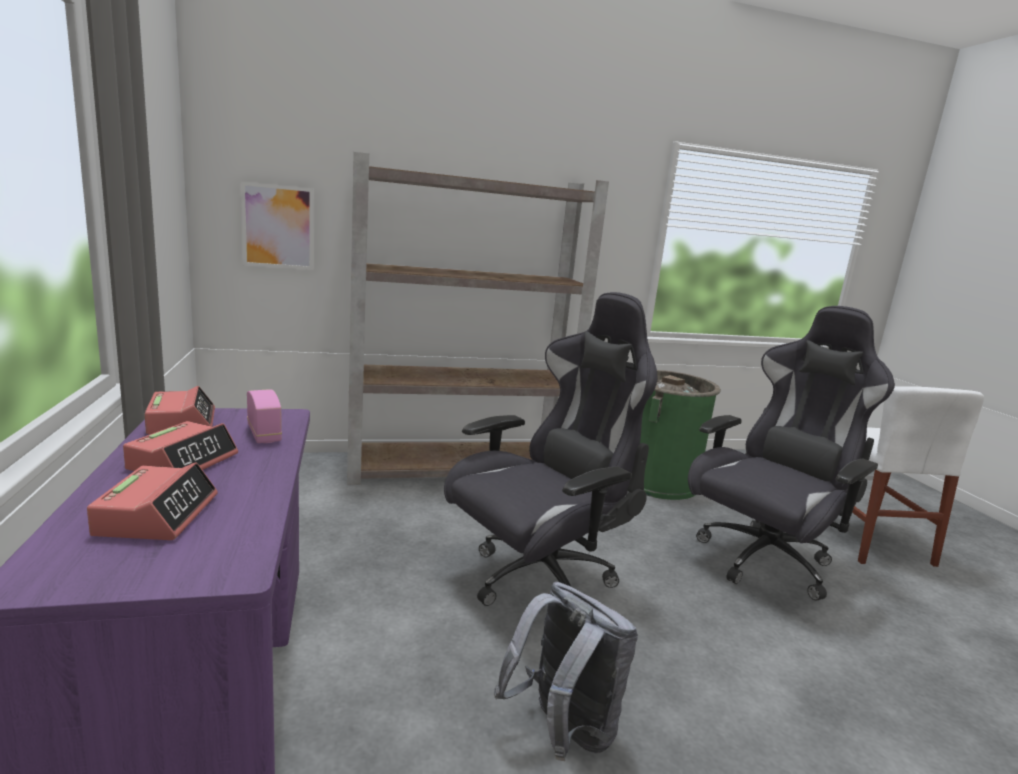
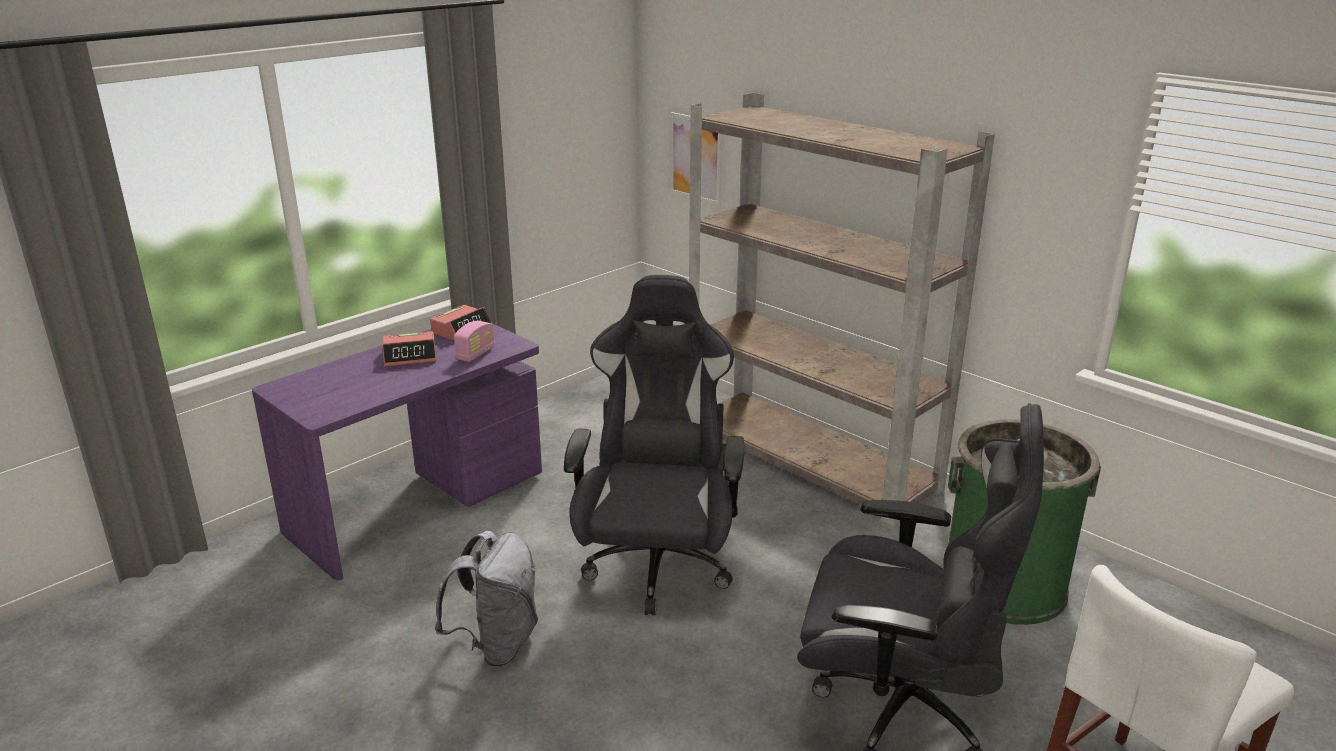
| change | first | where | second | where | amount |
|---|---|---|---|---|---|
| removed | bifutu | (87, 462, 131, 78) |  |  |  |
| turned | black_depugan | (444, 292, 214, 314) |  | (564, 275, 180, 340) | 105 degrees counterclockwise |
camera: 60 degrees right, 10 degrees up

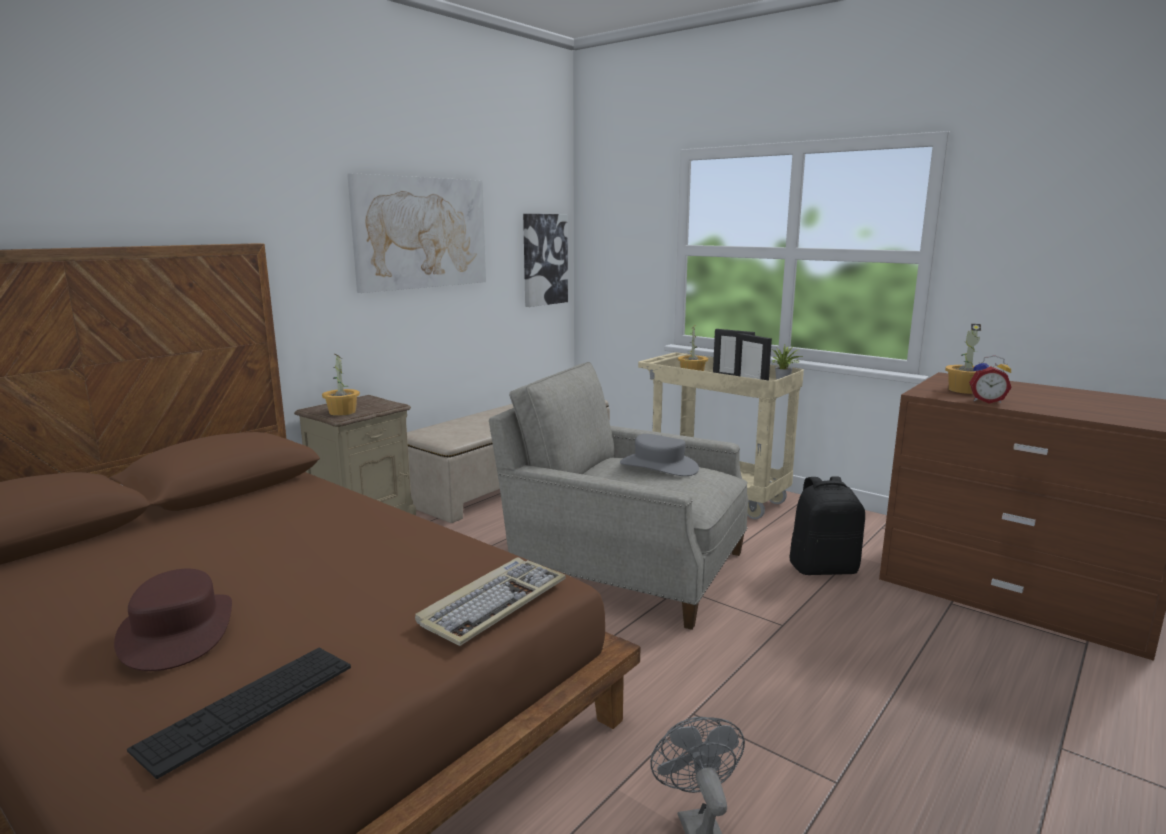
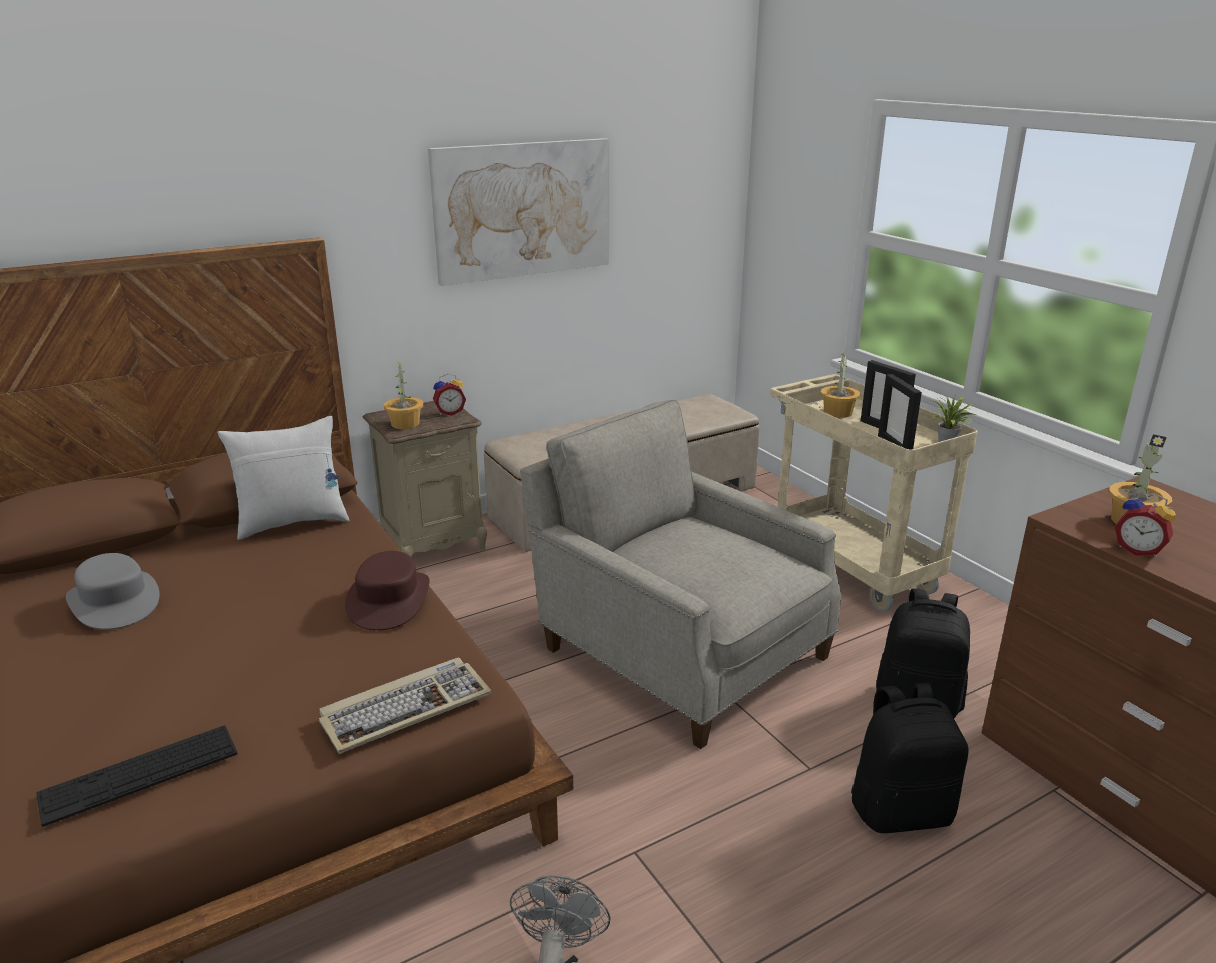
| change | first | where | second | where | amount |
|---|---|---|---|---|---|
| moved | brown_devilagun | (114, 569, 118, 102) |  | (345, 551, 85, 79) |  |
| removed | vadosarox | (523, 214, 45, 93) |  |  |  |
| moved | grey_devilagun | (620, 434, 79, 42) |  | (66, 553, 93, 77) |  |
| added |  |  | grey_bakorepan | (217, 416, 132, 124) |  |
| added |  |  | bifutu | (433, 374, 33, 42) |  |
| added |  |  | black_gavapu | (851, 683, 118, 150) |  |
camera: 20 degrees right, 10 degrees up

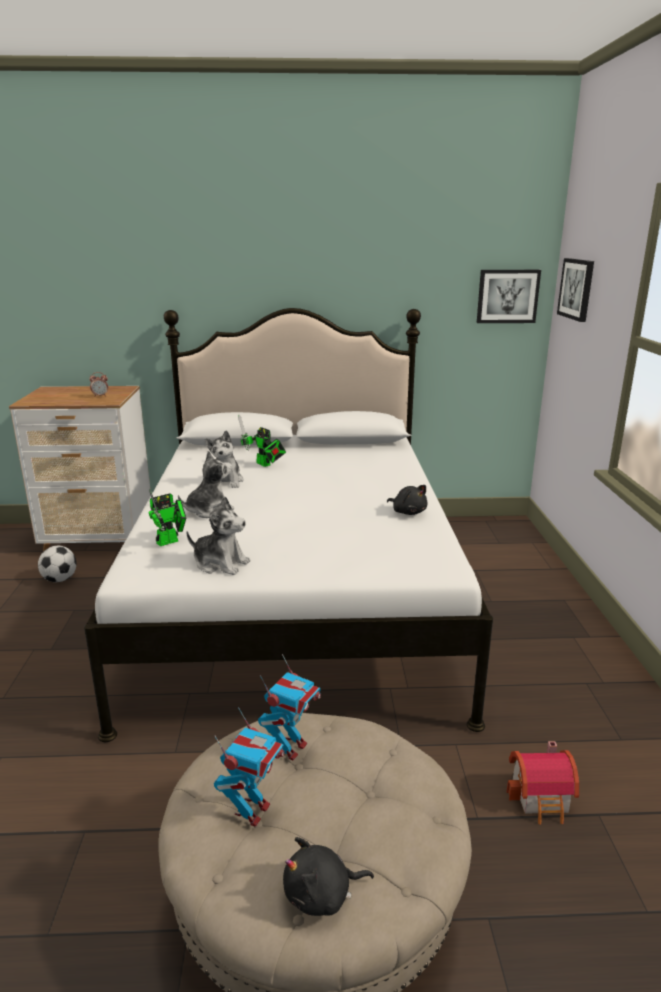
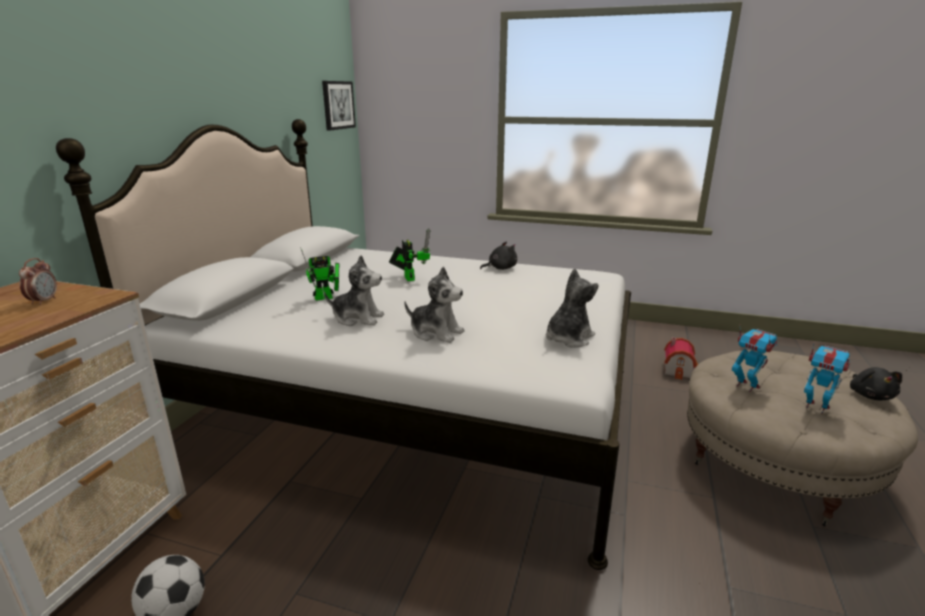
| change | first | where | second | where | amount |
|---|---|---|---|---|---|
| moved | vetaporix | (149, 489, 37, 57) |  | (389, 228, 42, 53) |  |
| turned | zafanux | (178, 450, 56, 68) |  | (404, 267, 60, 76) | 135 degrees clockwise |
| removed | vadosarox | (557, 258, 37, 64) |  |  |  |
camera: 70 degrees left, 0 degrees up

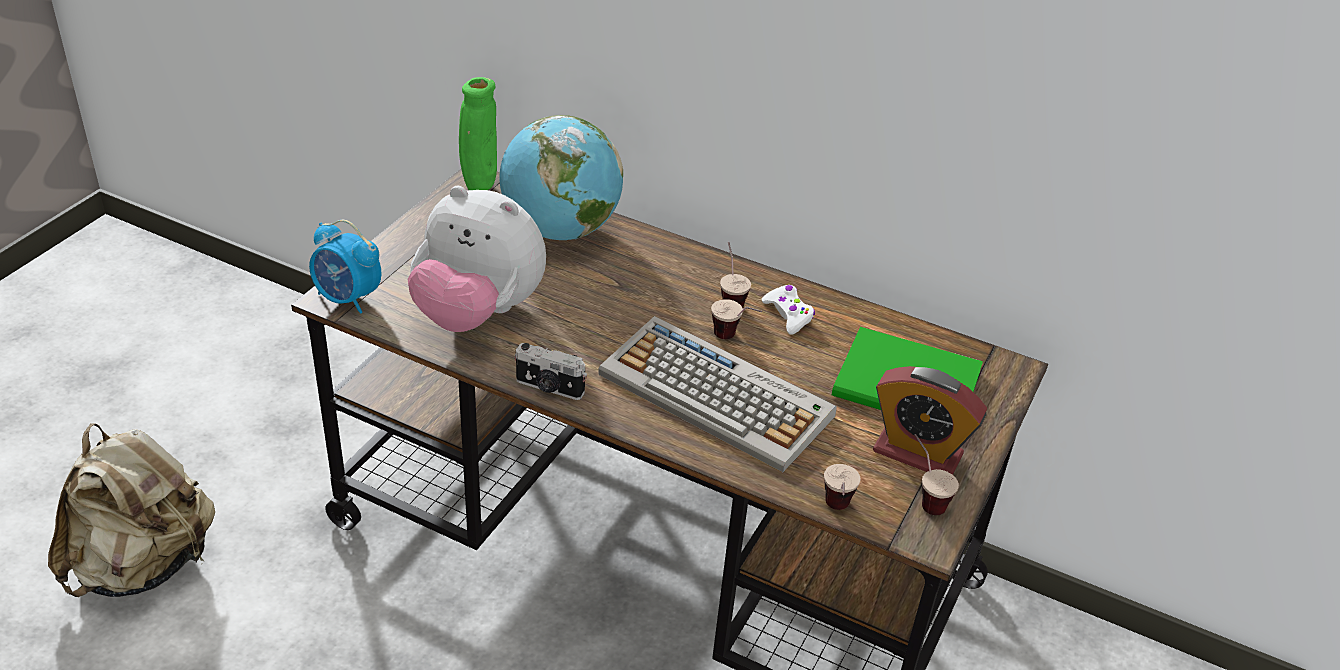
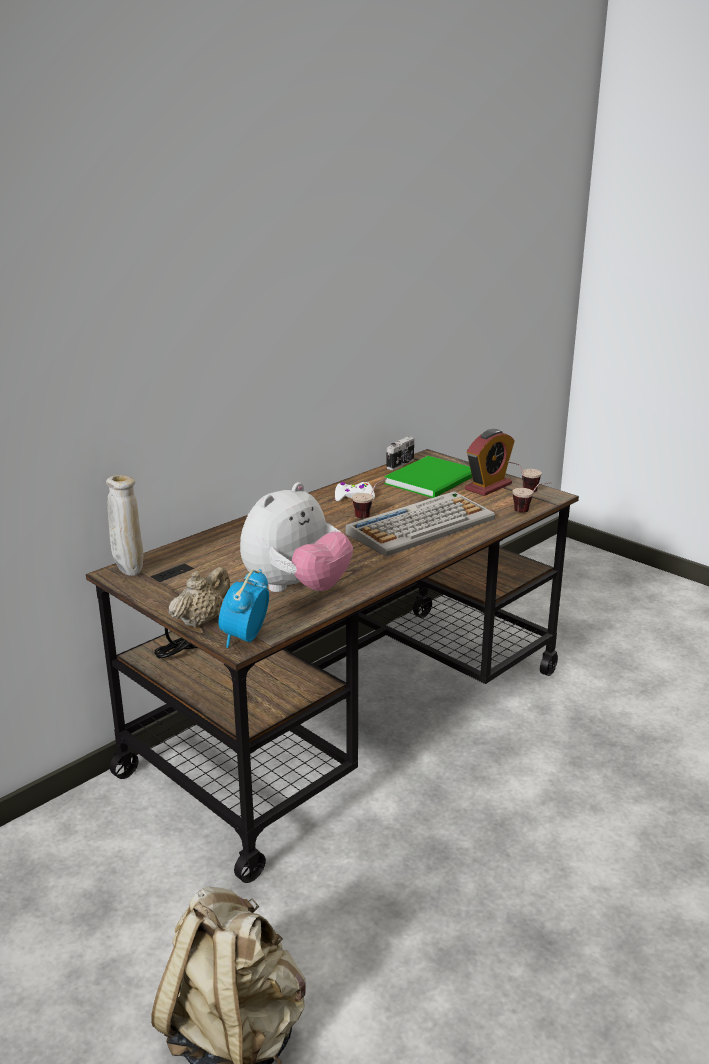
| change | first | where | second | where | amount |
|---|---|---|---|---|---|
| turned | bifutu | (309, 220, 73, 94) |  | (219, 569, 50, 79) | 150 degrees clockwise |
| recoloured | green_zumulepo | (459, 77, 38, 113) | beige_zumulepo | (106, 475, 37, 101) |  |
| removed | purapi | (499, 115, 124, 125) |  |  |  |
| moved | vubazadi | (515, 343, 72, 57) |  | (386, 437, 28, 33) |  |
| removed | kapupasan | (720, 242, 31, 66) |  |  |  |
| added |  |  | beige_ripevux | (169, 567, 61, 61) |  |
camera: 70 degrees left, 15 degrees down

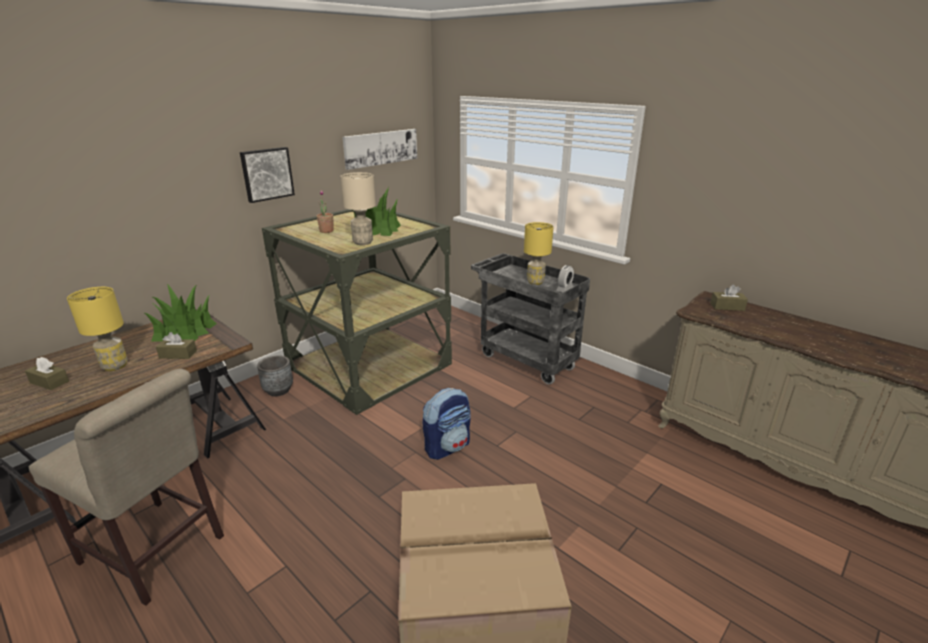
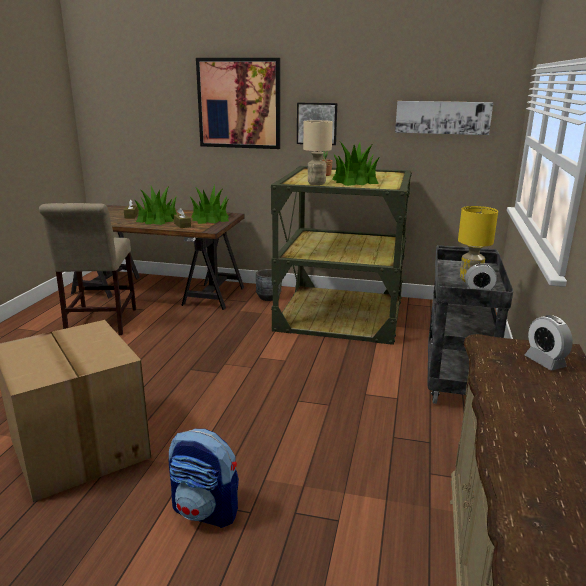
| change | first | where | second | where | amount |
|---|---|---|---|---|---|
| replaced | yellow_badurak | (67, 287, 61, 84) | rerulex | (135, 186, 42, 39) |  |
| moved | gavapu | (422, 388, 49, 72) |  | (169, 429, 70, 99) |  |
| replaced | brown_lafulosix | (710, 285, 38, 26) | bifutu | (525, 315, 48, 55) |  |
| added |  |  | vadosarox | (196, 58, 84, 91) |  |
camera: 60 degrees right, 5 degrees down

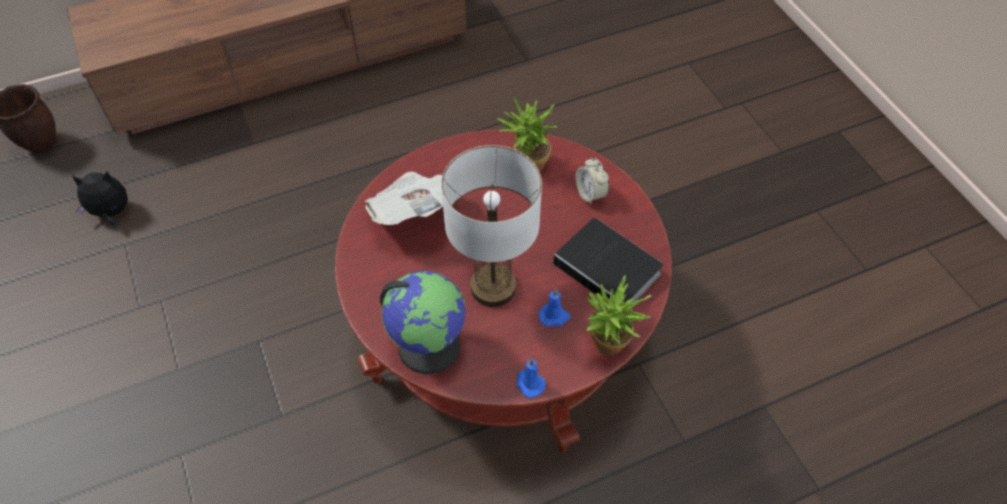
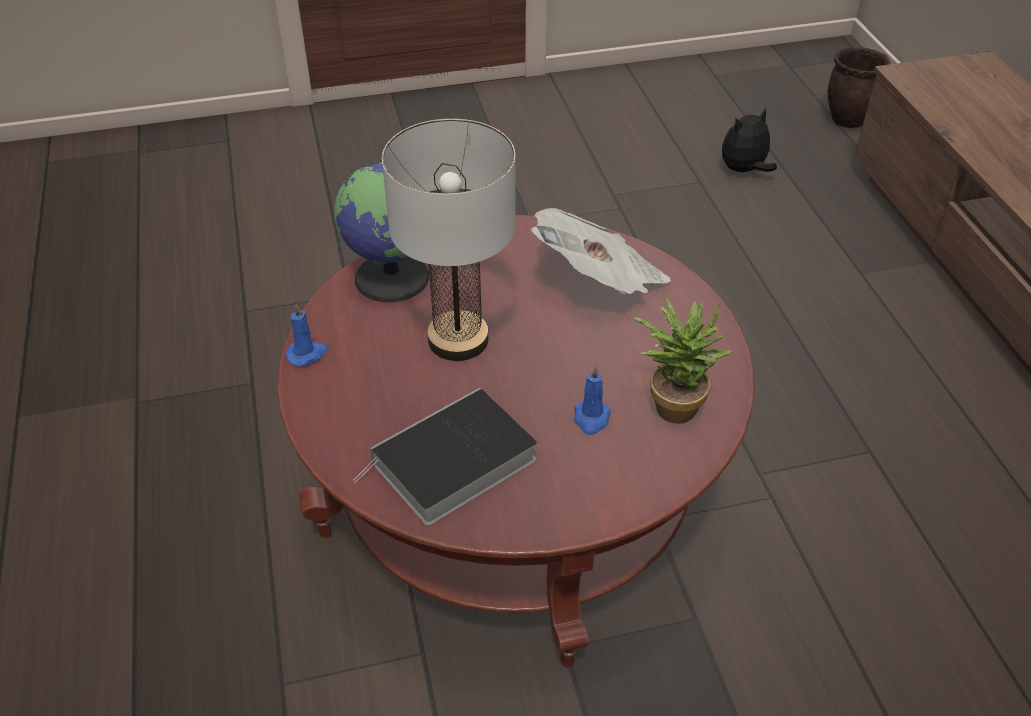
| change | first | where | second | where | amount |
|---|---|---|---|---|---|
| turned | zafanux | (72, 171, 56, 54) |  | (722, 108, 55, 64) | 120 degrees counterclockwise |
| moved | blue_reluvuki | (539, 289, 32, 38) |  | (574, 366, 37, 69) |  |
| removed | bifutu | (575, 158, 34, 47) |  |  |  |
| removed | rerulex | (586, 275, 66, 80) |  |  |  |
camera: 100 degrees right, 10 degrees down

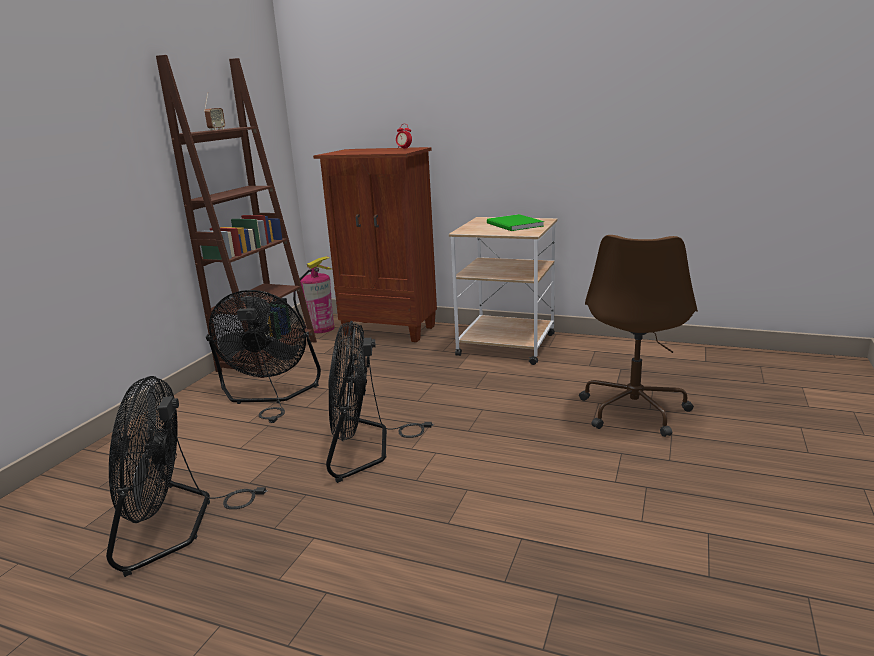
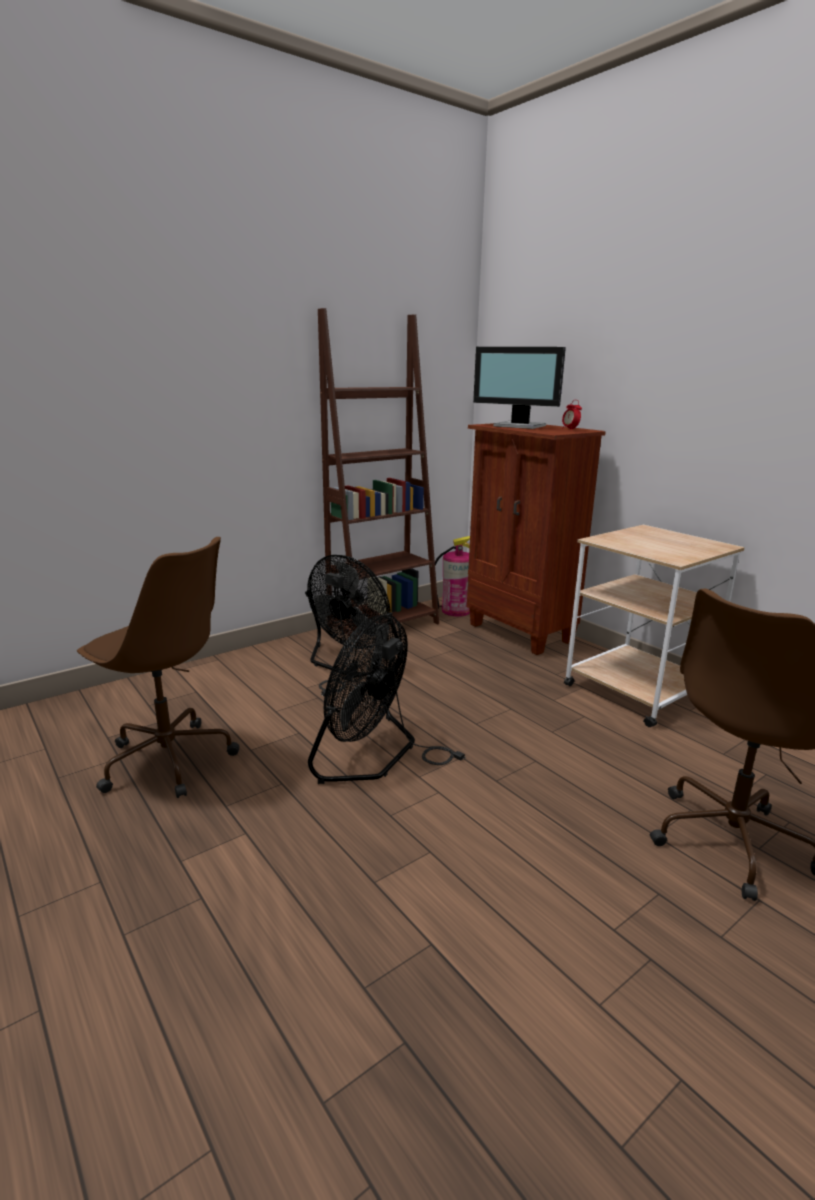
| change | first | where | second | where | amount |
|---|---|---|---|---|---|
| replaced | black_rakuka | (106, 376, 162, 201) | brown_depugan | (77, 537, 163, 261) |  |
| removed | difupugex | (204, 92, 21, 38) |  |  |  |
| removed | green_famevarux | (487, 214, 57, 17) |  |  |  |
| added |  |  | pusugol | (473, 347, 93, 82) |  |
camera: 30 degrees right, 0 degrees up

